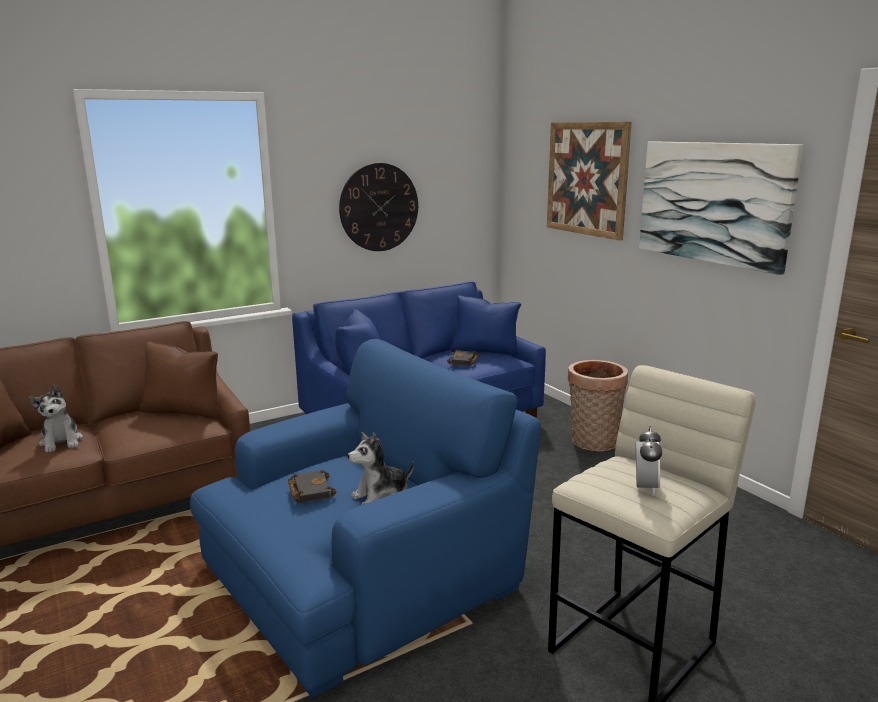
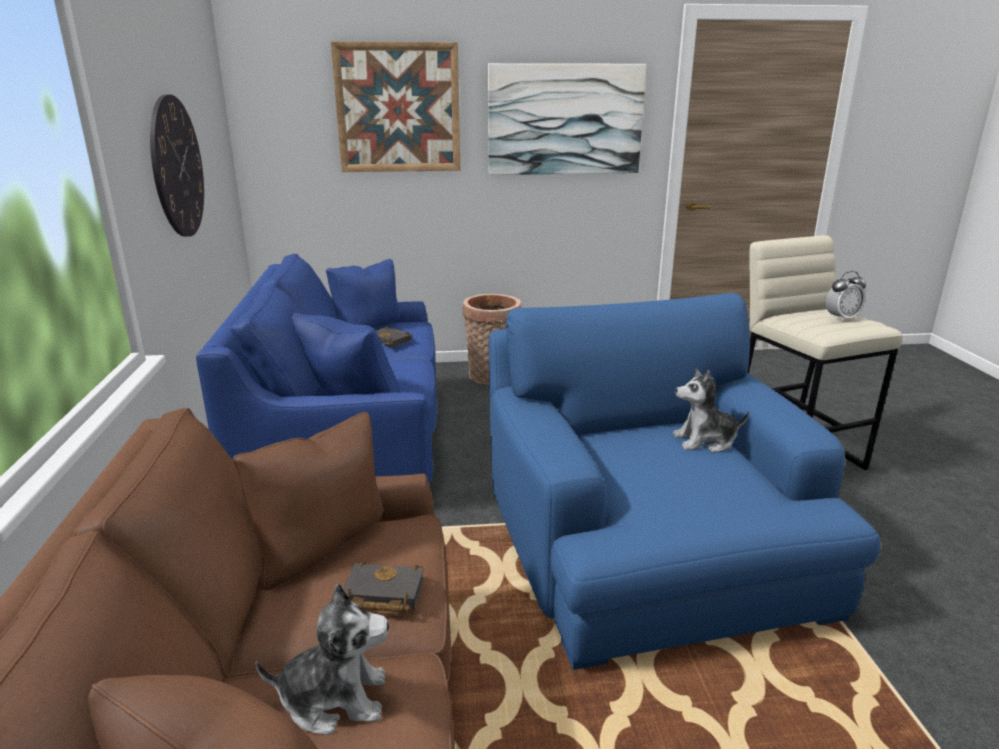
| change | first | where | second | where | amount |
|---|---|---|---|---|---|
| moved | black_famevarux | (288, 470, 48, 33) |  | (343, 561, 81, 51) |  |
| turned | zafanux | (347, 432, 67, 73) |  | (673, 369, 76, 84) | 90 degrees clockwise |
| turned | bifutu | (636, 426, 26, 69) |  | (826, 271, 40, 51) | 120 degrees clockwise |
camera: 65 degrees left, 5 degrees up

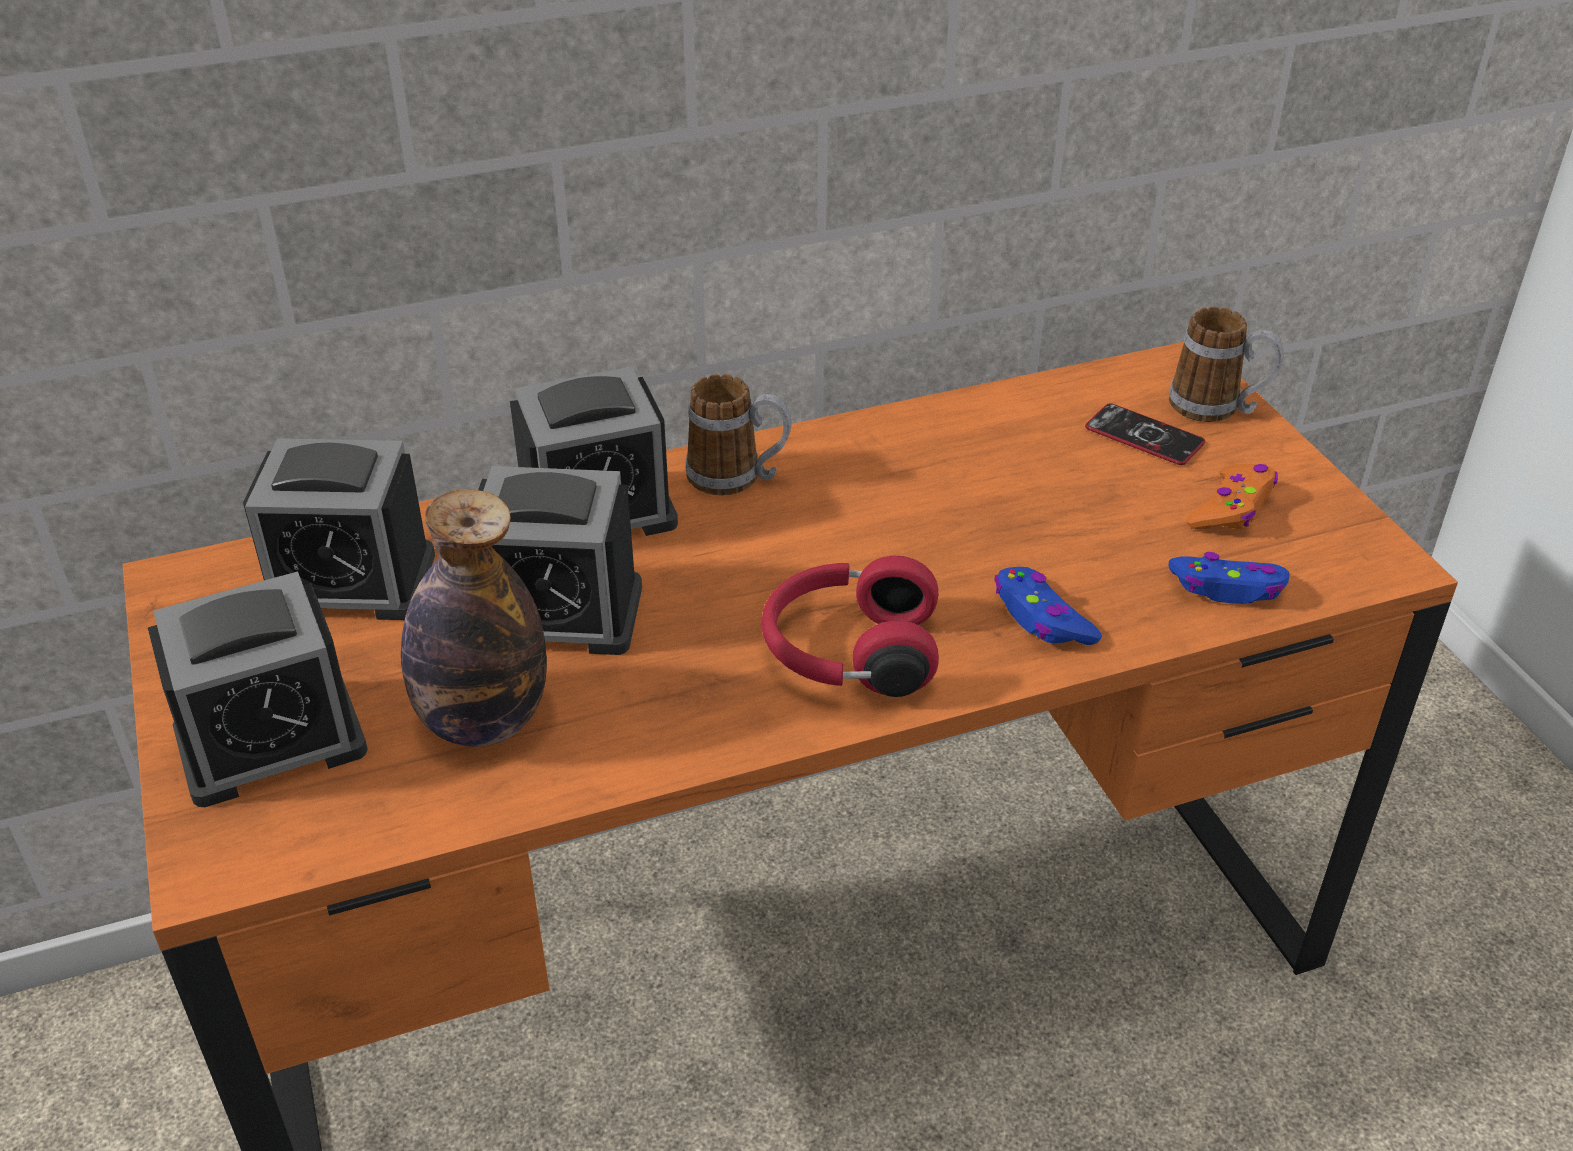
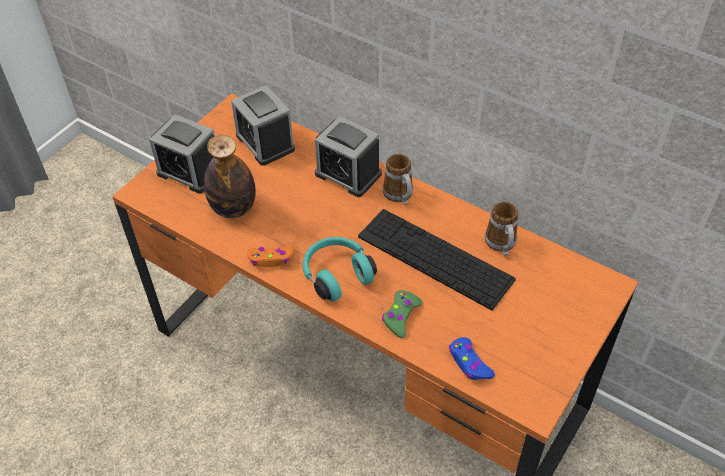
| change | first | where | second | where | amount |
|---|---|---|---|---|---|
| removed | bifutu | (478, 466, 164, 189) |  |  |  |
| recoloured | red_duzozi | (762, 556, 177, 141) | turquoise_duzozi | (303, 237, 74, 65) |  |
| recoloured | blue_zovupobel | (995, 567, 107, 78) | green_zovupobel | (382, 290, 41, 48) |  |
| removed | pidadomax | (1085, 403, 120, 62) |  |  |  |
| moved | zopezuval | (1169, 306, 114, 116) |  | (485, 201, 34, 55) |  |
| moved | orange_zovupobel | (1187, 464, 91, 66) |  | (247, 246, 48, 21) |  |
| added |  |  | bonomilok | (358, 209, 158, 101) |  |
camera: 55 degrees right, 10 degrees up

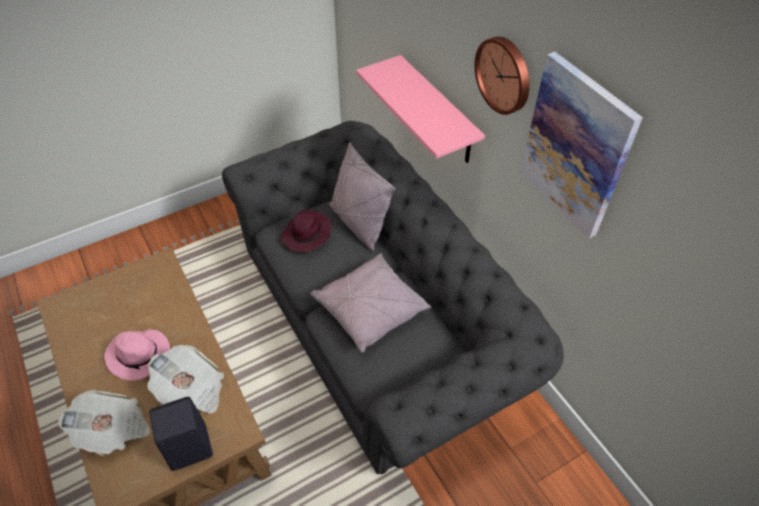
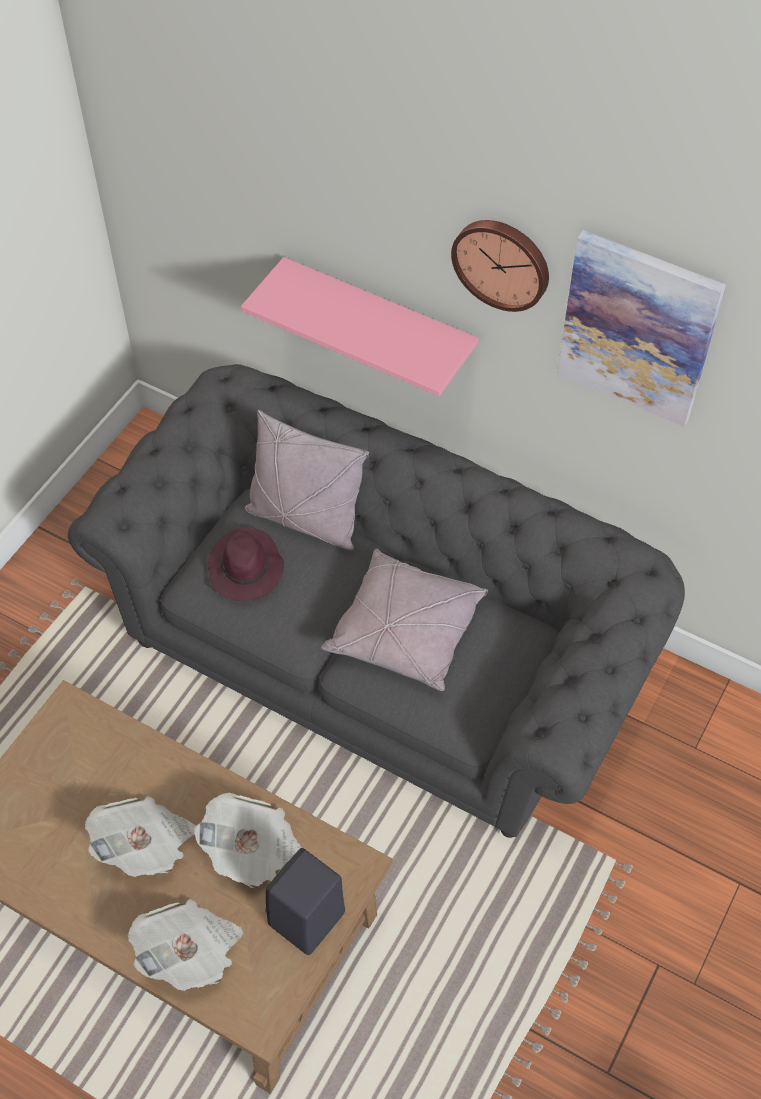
| change | first | where | second | where | amount |
|---|---|---|---|---|---|
| replaced | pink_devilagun | (104, 329, 66, 51) | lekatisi | (85, 796, 111, 81) |  |
camera: 30 degrees left, 5 degrees up

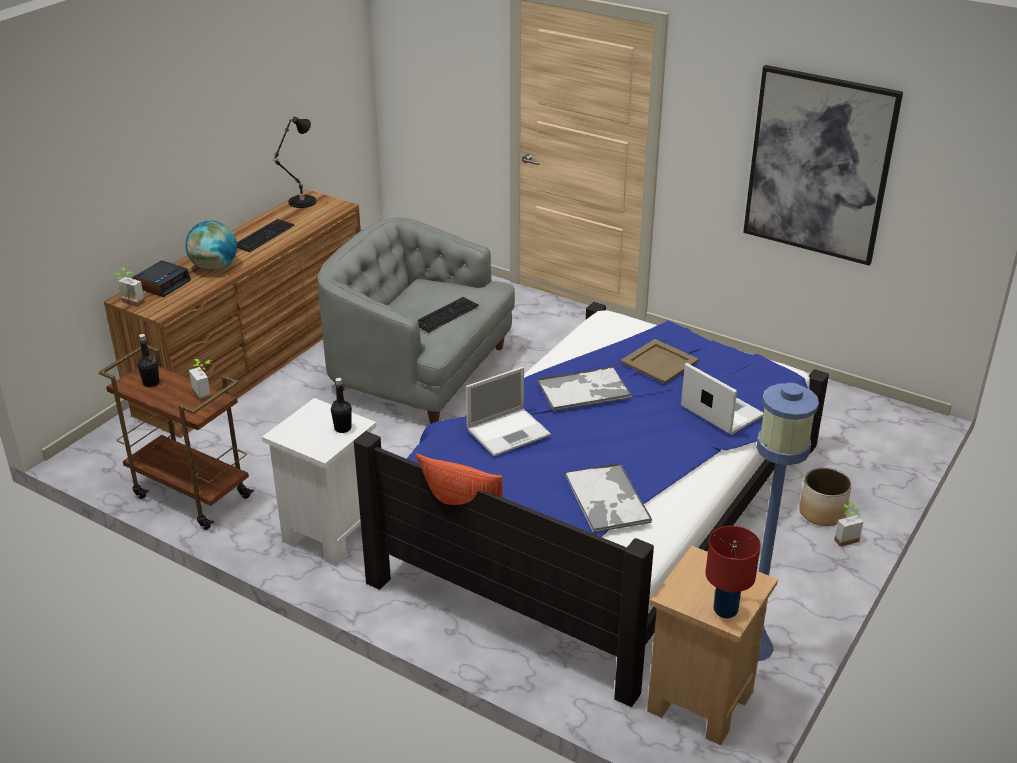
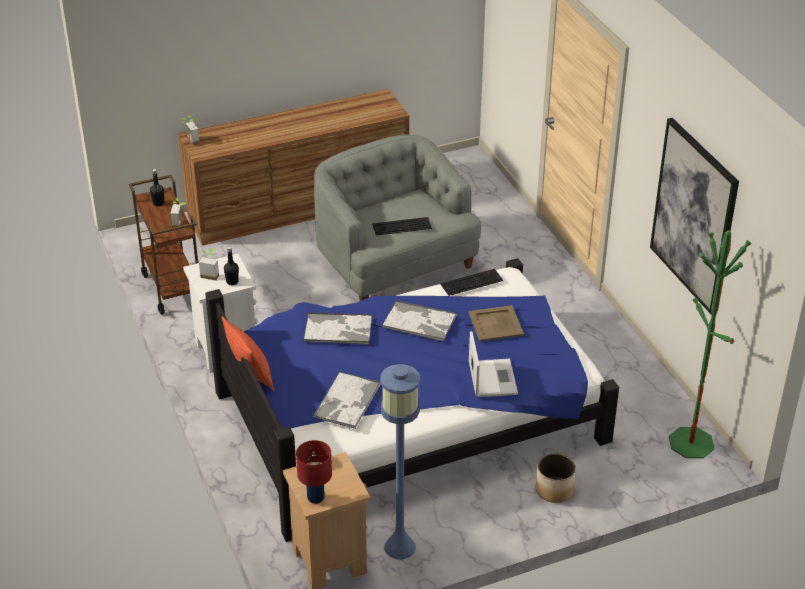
| change | first | where | second | where | amount |
|---|---|---|---|---|---|
| removed | bifutu | (132, 260, 59, 37) |  |  |  |
| removed | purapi | (186, 221, 51, 50) |  |  |  |
| moved | bonomilok | (237, 219, 58, 33) |  | (441, 269, 62, 27) |  |
| removed | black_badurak | (273, 117, 43, 91) |  |  |  |
| replaced | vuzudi | (466, 367, 85, 89) | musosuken | (303, 312, 70, 32) |  |
| moved | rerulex | (834, 503, 29, 44) |  | (199, 248, 20, 33) |  |
| added |  |  | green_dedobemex | (669, 230, 82, 228) |  |
camera: 35 degrees right, 5 degrees up

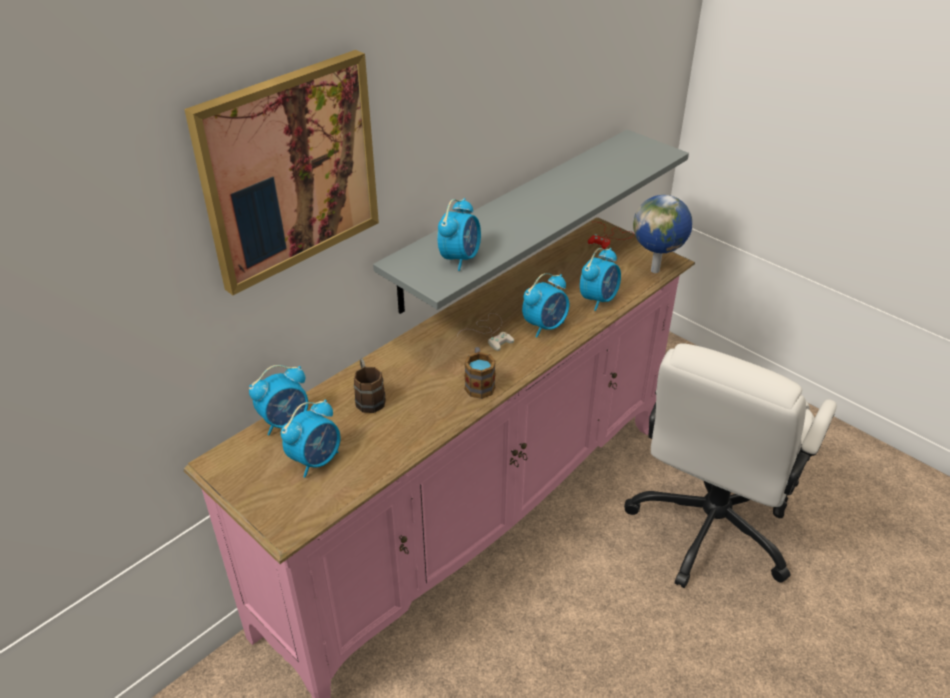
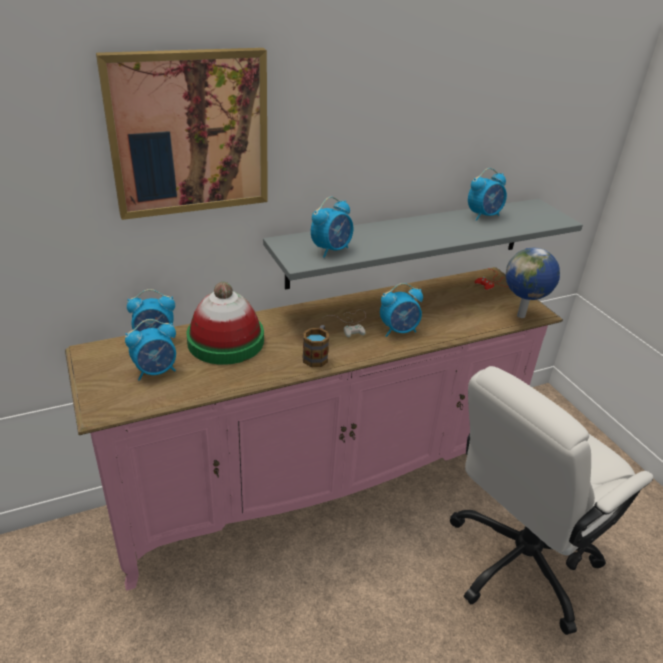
| change | first | where | second | where | amount |
|---|---|---|---|---|---|
| replaced | brown_zopezuval | (354, 359, 32, 54) | devilagun | (186, 282, 78, 83) |  |
| moved | bifutu | (580, 248, 41, 63) |  | (468, 168, 39, 53) |  |
camera: 20 degrees right, 5 degrees down

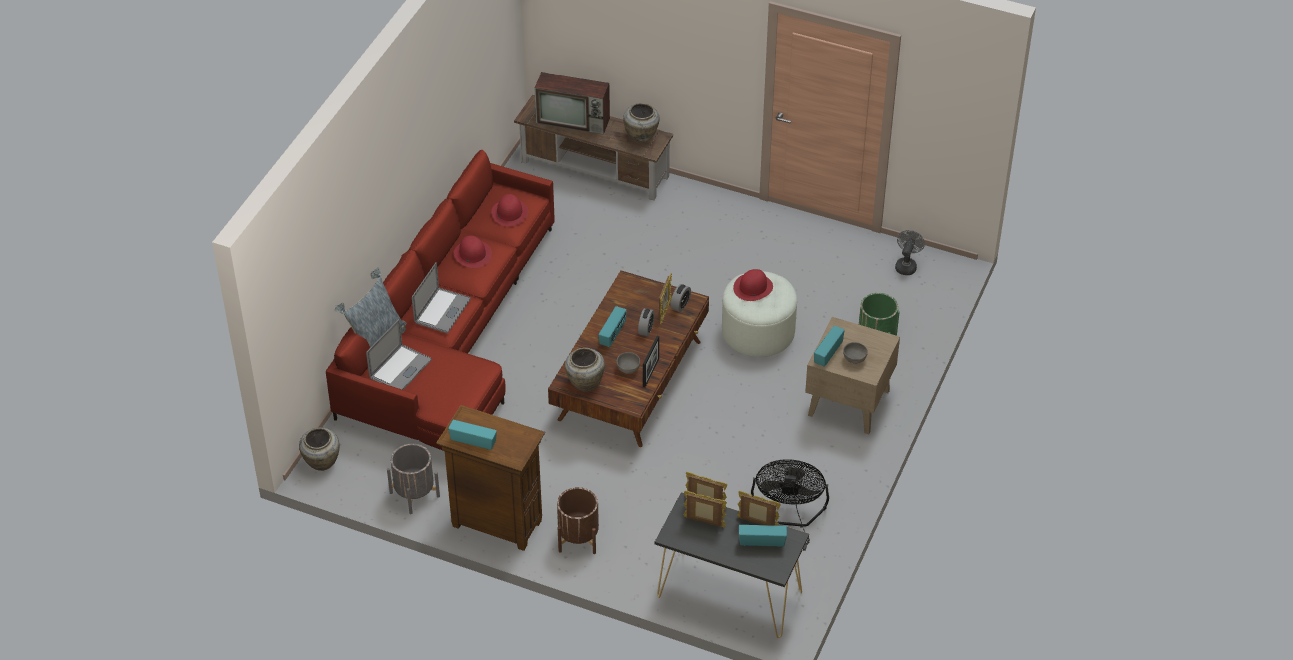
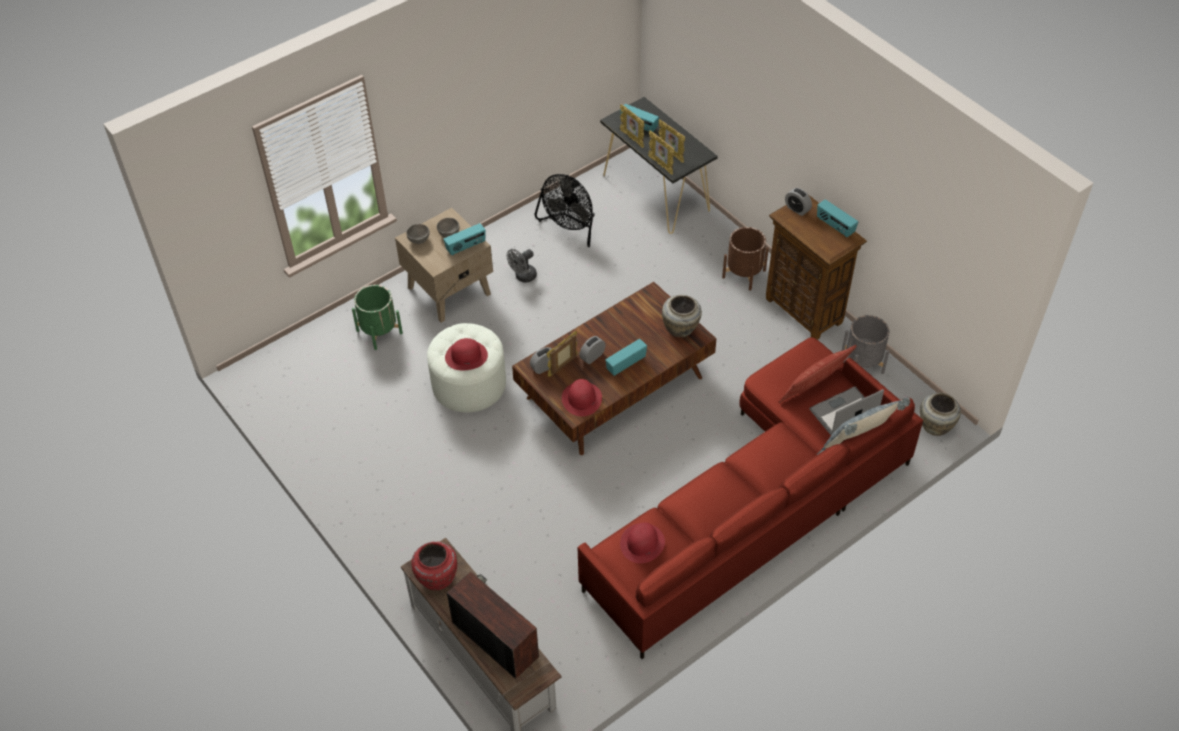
| change | first | where | second | where | amount |
|---|---|---|---|---|---|
| removed | vuzudi | (412, 262, 59, 71) |  |  |  |
| moved | red_devilagun | (453, 235, 39, 33) |  | (562, 379, 40, 37) |  |
| moved | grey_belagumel | (617, 352, 23, 22) |  | (407, 224, 23, 20) |  |
| recoloured | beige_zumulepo | (623, 103, 37, 40) | red_zumulepo | (411, 541, 46, 50) |  |
| removed | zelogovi | (643, 336, 16, 51) |  |  |  |
| moved | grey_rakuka | (895, 230, 30, 45) |  | (507, 249, 30, 34) |  |
| added |  |  | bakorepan | (778, 345, 78, 58) |  |
| added |  |  | bifutu | (785, 188, 27, 28) |  |
camera: 150 degrees left, 5 degrees up

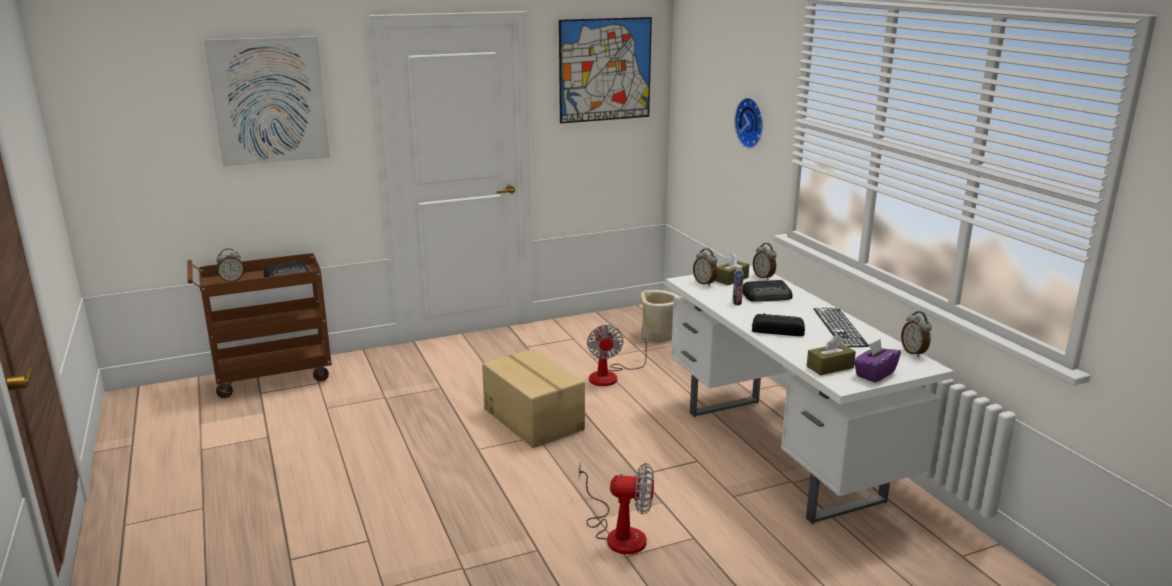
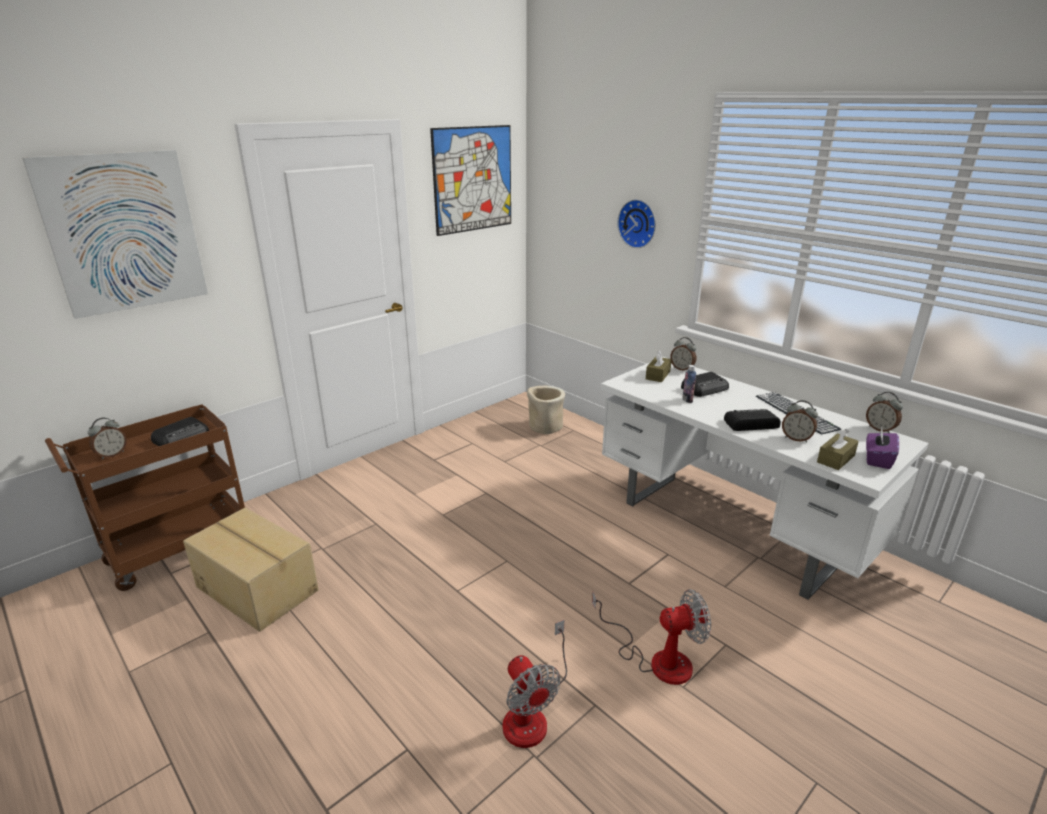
| change | first | where | second | where | amount |
|---|---|---|---|---|---|
| moved | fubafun | (482, 349, 103, 99) |  | (183, 508, 136, 124) |  |
| moved | rakuka | (587, 325, 62, 61) |  | (503, 620, 64, 128) |  |
| moved | bifutu | (693, 248, 25, 38) |  | (782, 400, 36, 43) |  |
camera: 20 degrees left, 5 degrees up

